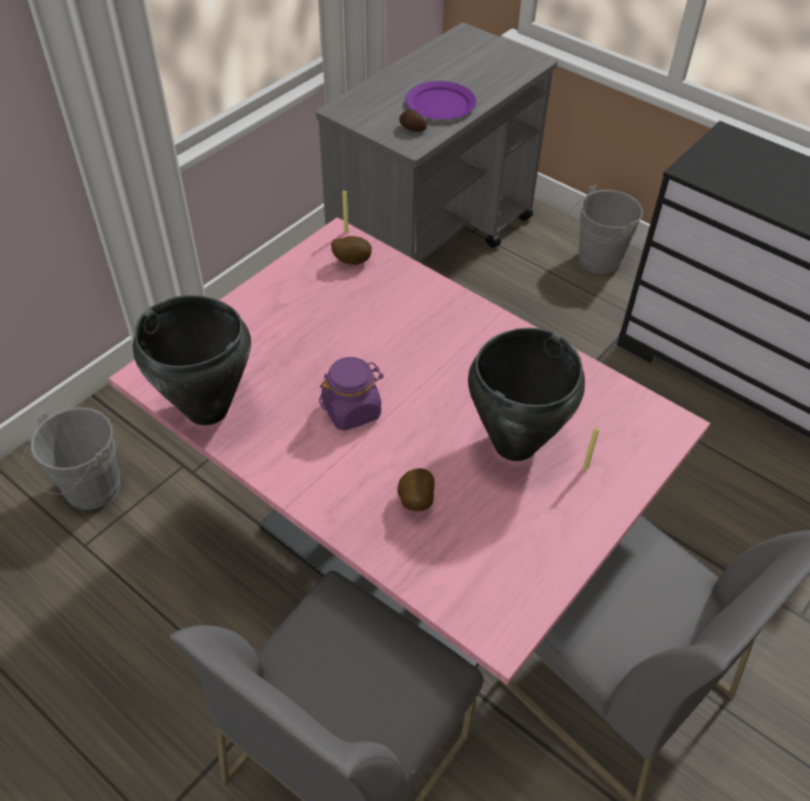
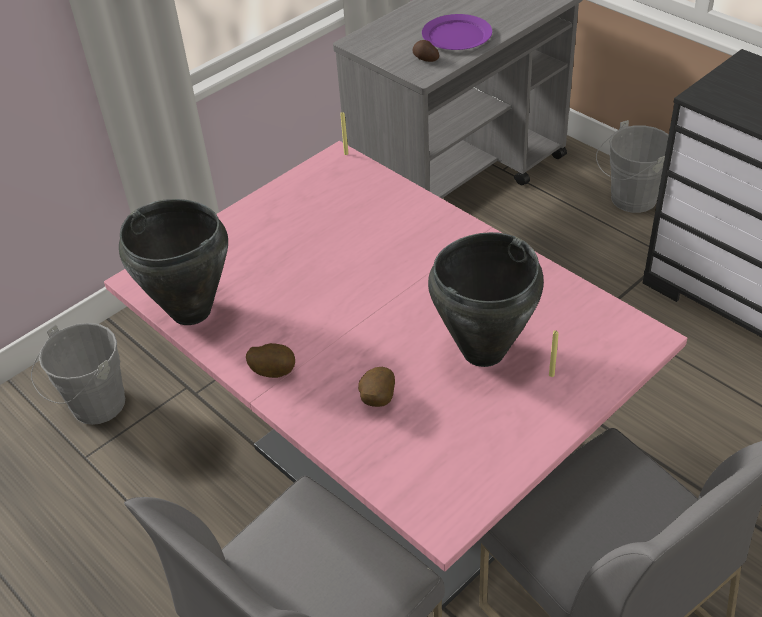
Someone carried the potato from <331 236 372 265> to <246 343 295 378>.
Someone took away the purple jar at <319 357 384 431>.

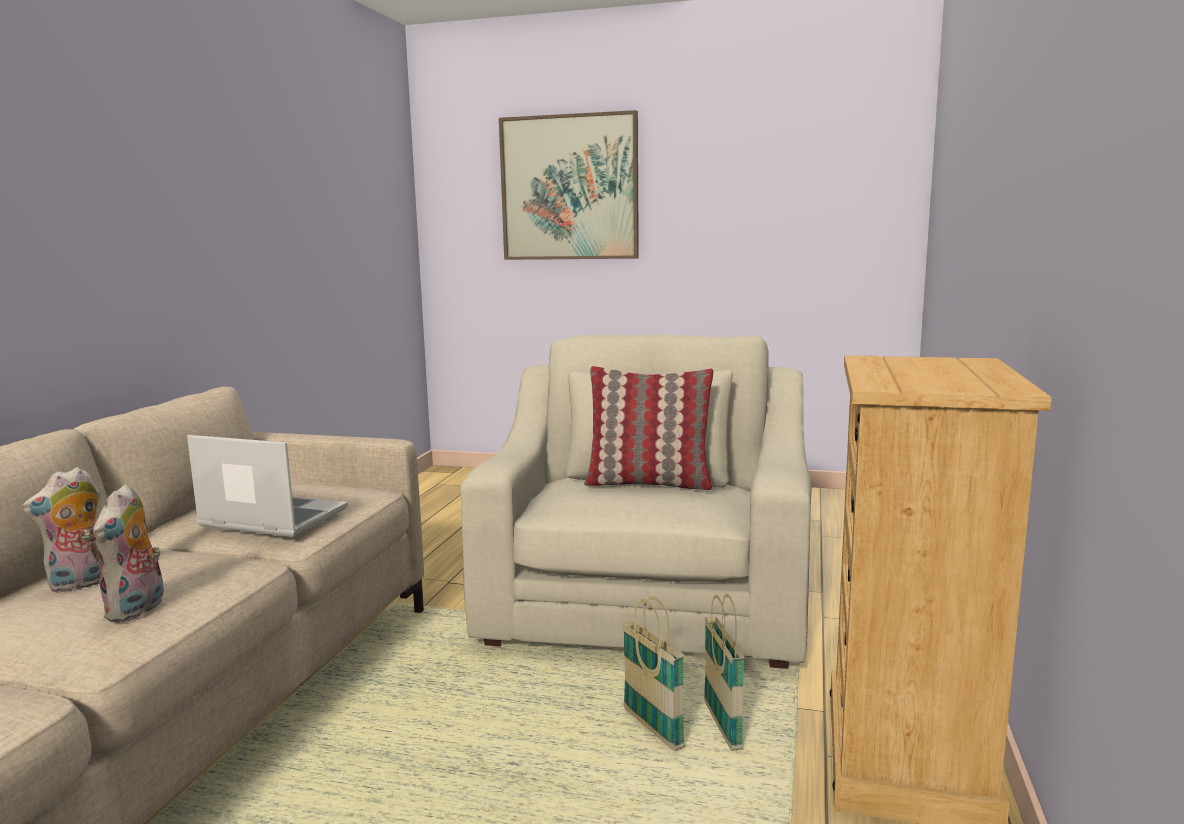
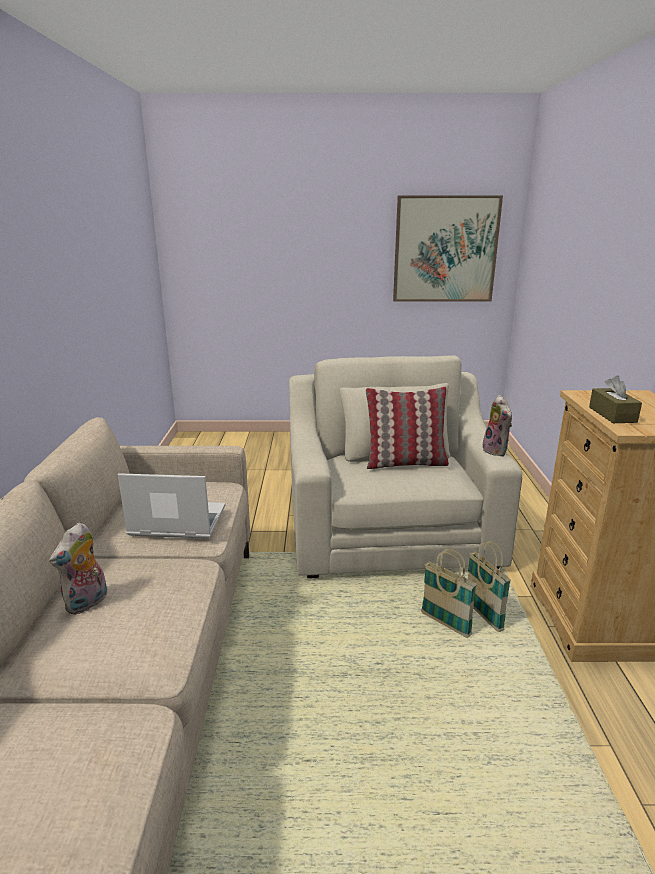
Someone carried the picture from <499 110 639 260> to <393 195 503 302>.
Someone carried the plush toy from <92 484 165 622> to <483 395 512 456>.
Someone put down the brown tissue box at <589 376 642 423>.

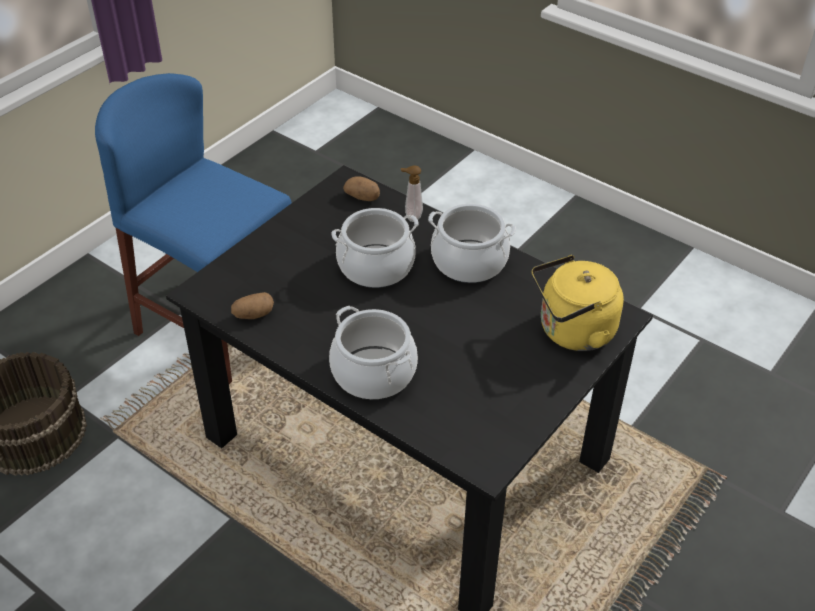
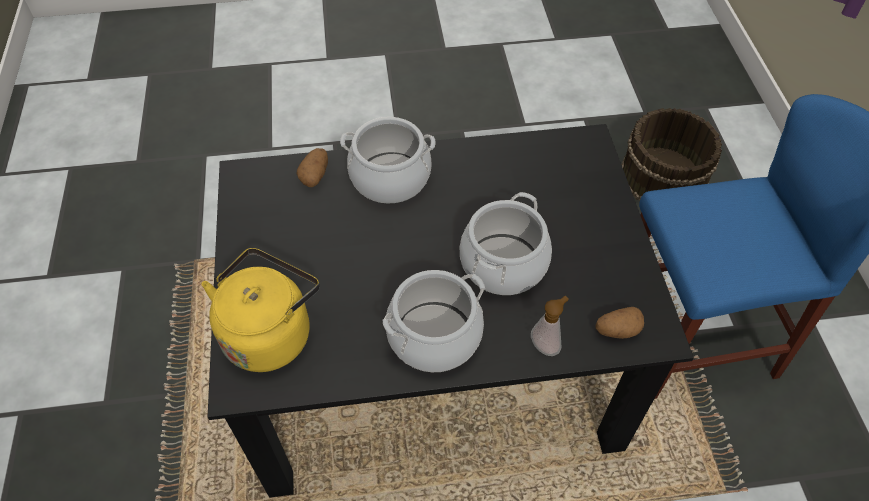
Someone carried the potato from <231 292 274 319> to <296 148 328 187>.

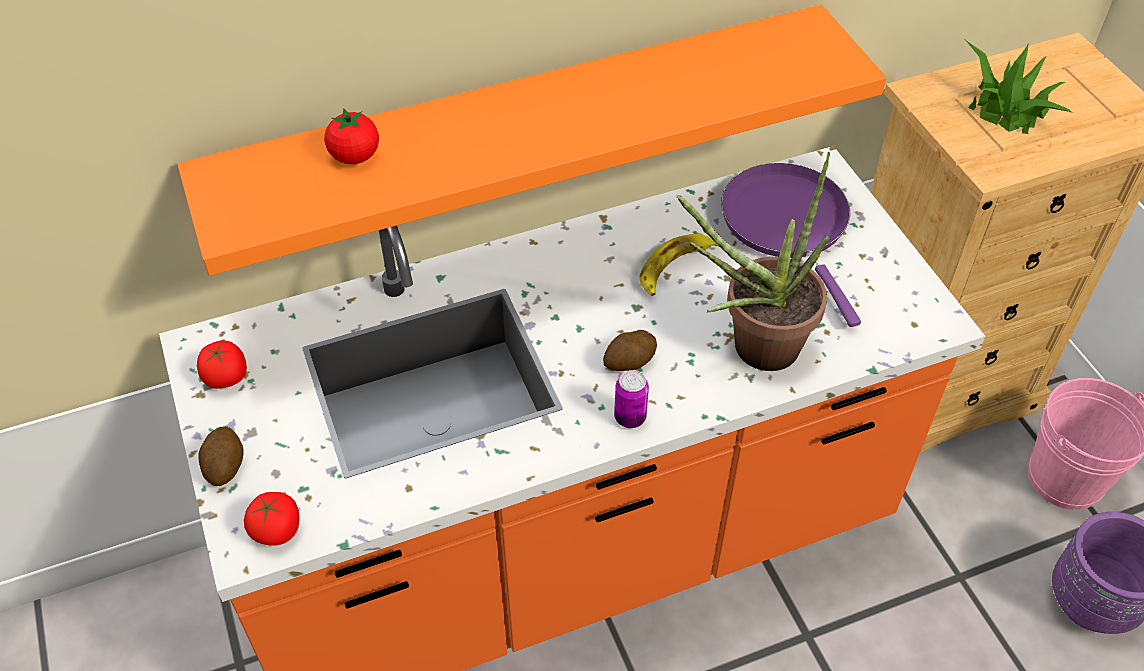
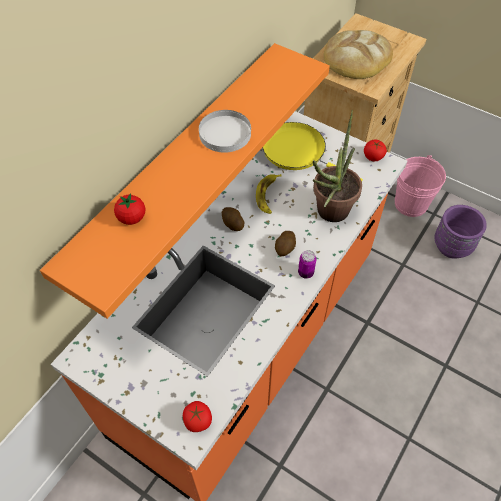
Someone put down the white plate at <199 110 251 153>.
Someone carried the potato from <198 426 244 486> to <222 207 244 231>.
Someone repainted the purple frying pan at <721 163 861 327>, which became the yellow frying pan at <262 122 363 181>.
Someone swapped the potted plant at <965 40 1073 134> for the bread at <324 30 393 79>.
Someone carried the tomato from <197 341 247 389> to <364 139 387 161>.

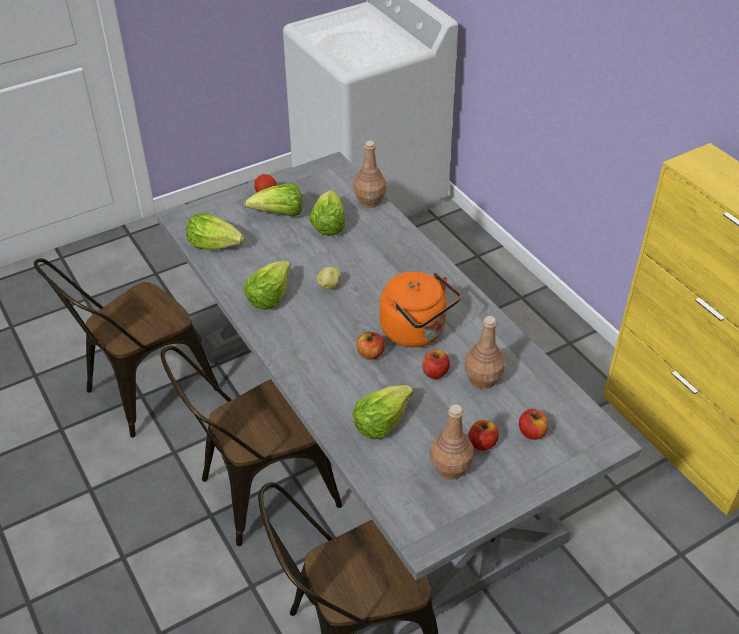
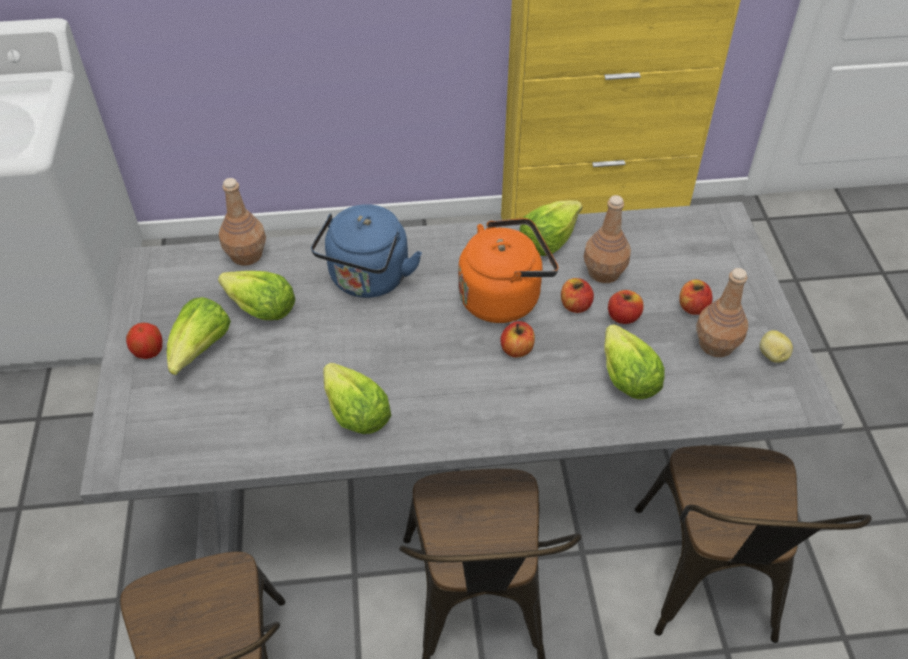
Someone put down the blue kettle at <311 204 422 298>.
Someone carried the lettuce from <186 213 244 250> to <519 200 582 256>.
Someone carried the apple from <519 409 548 440> to <608 290 643 324>.
Someone carried the potato from <317 267 341 289> to <760 330 793 363>.

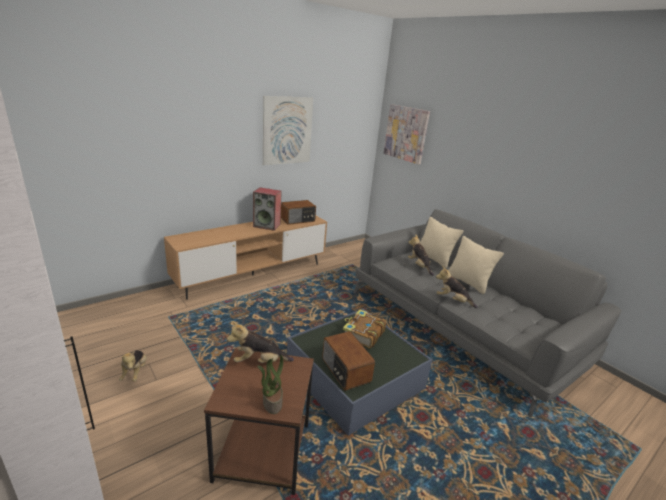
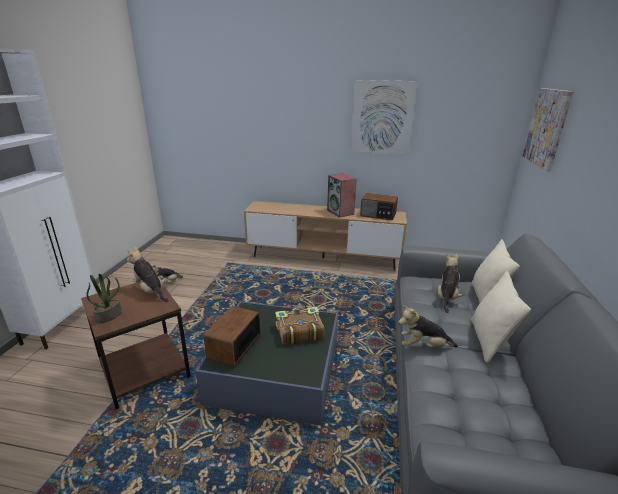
Someone rotated the plush toy at <436 266 478 308> by 75 degrees counterclockwise.

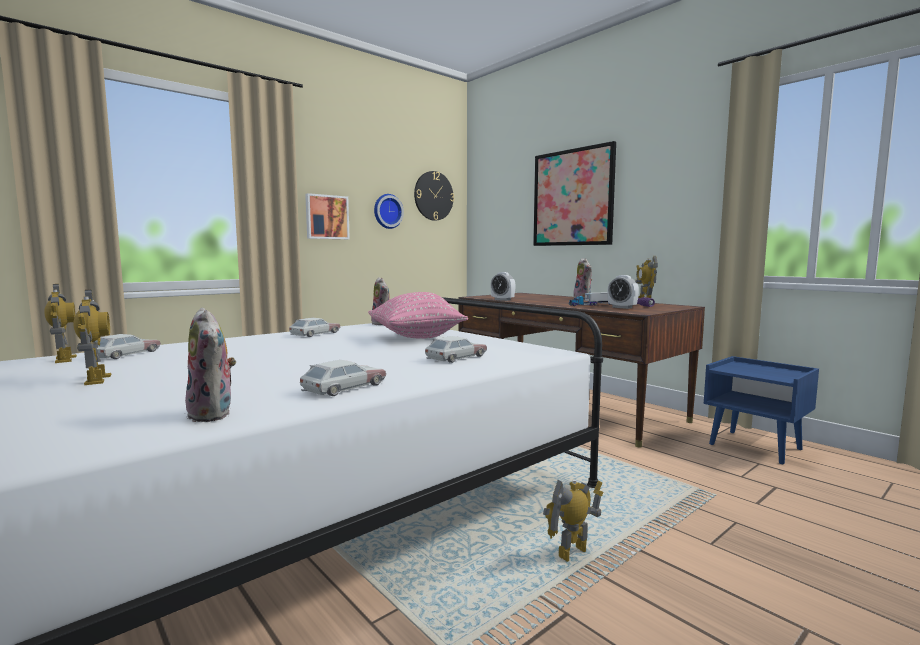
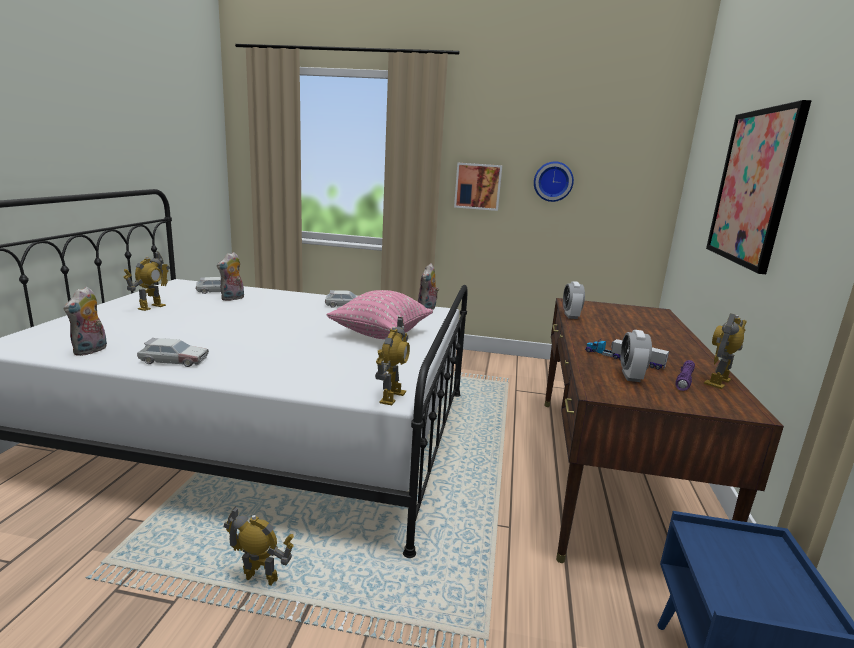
Someone carried the plush toy from <573 258 592 300> to <217 252 244 301>.
Someone carried the toy robot from <44 284 77 363> to <375 317 410 405>.
Someone took away the wall clock at <414 171 454 221>.
Someone took away the toy car at <425 336 487 363>.

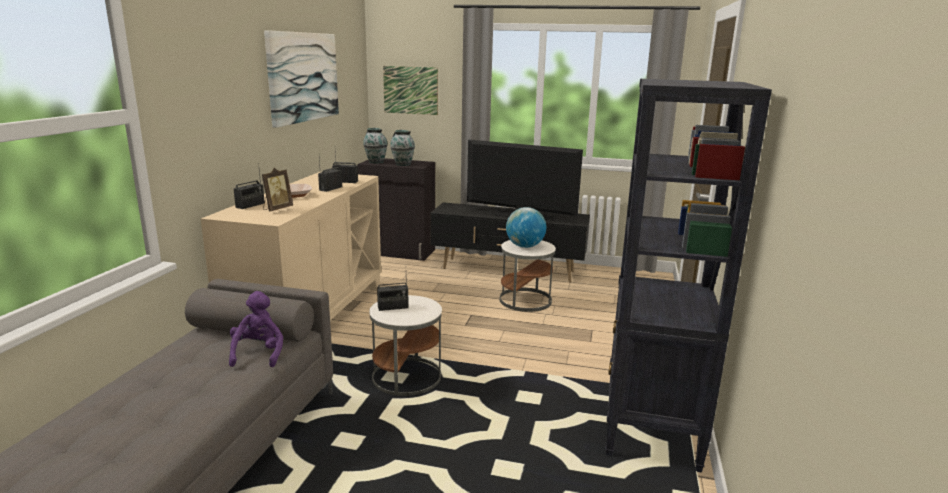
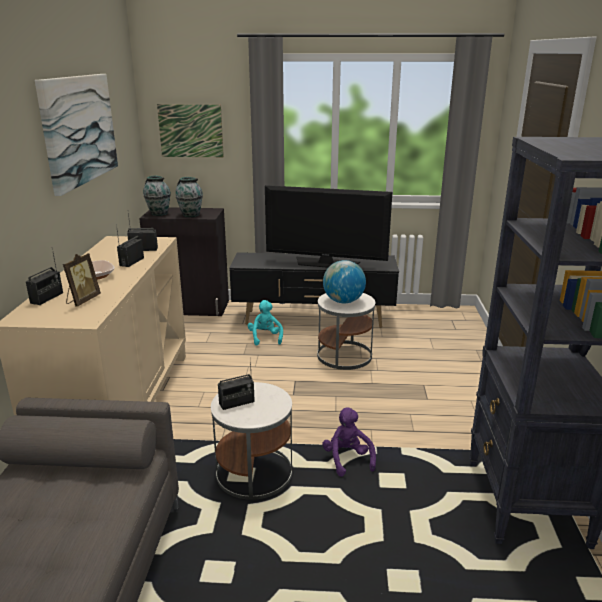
Someone put down the turquoise plush toy at <248 300 283 346>.
Someone carried the purple plush toy from <229 291 283 367> to <322 407 376 477>.

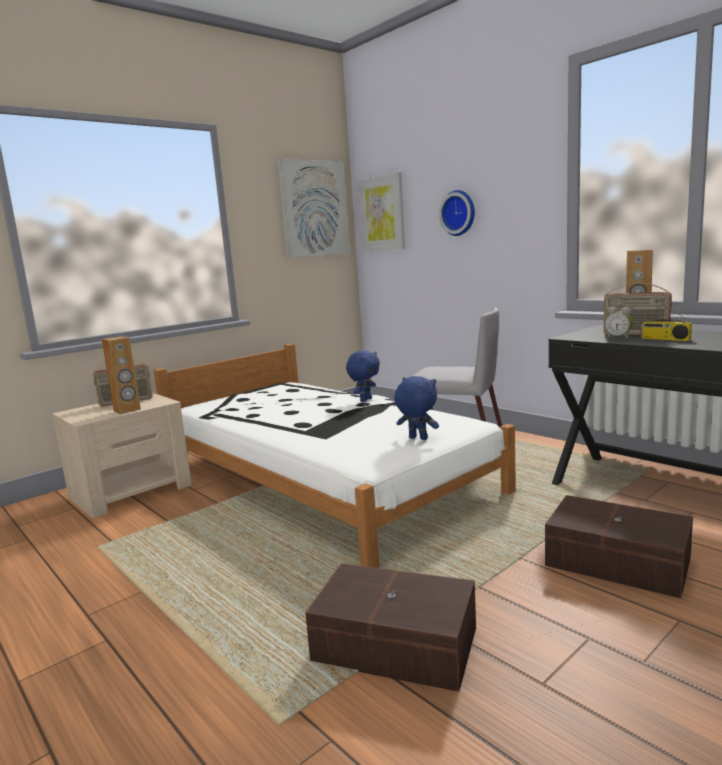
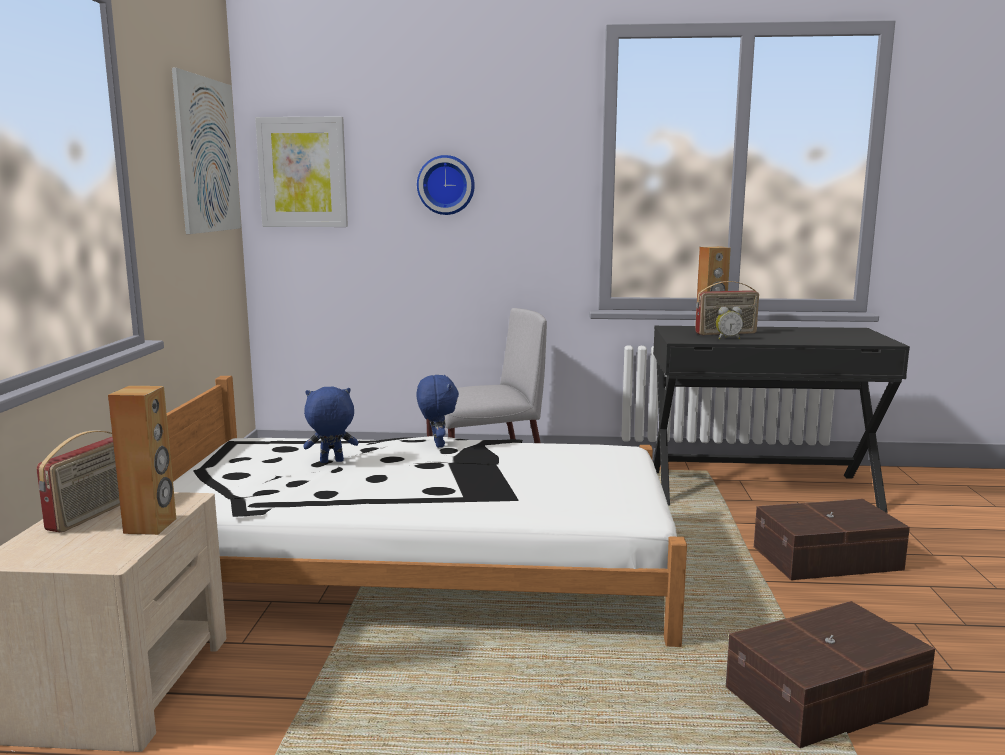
Someone carried the blue plush toy from <394 376 439 440> to <303 386 358 463>.
Someone took away the radio at <640 295 692 341>.

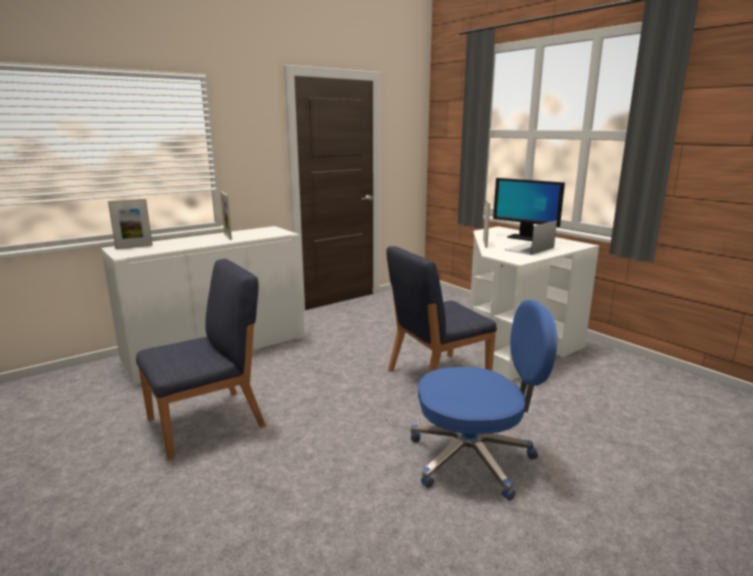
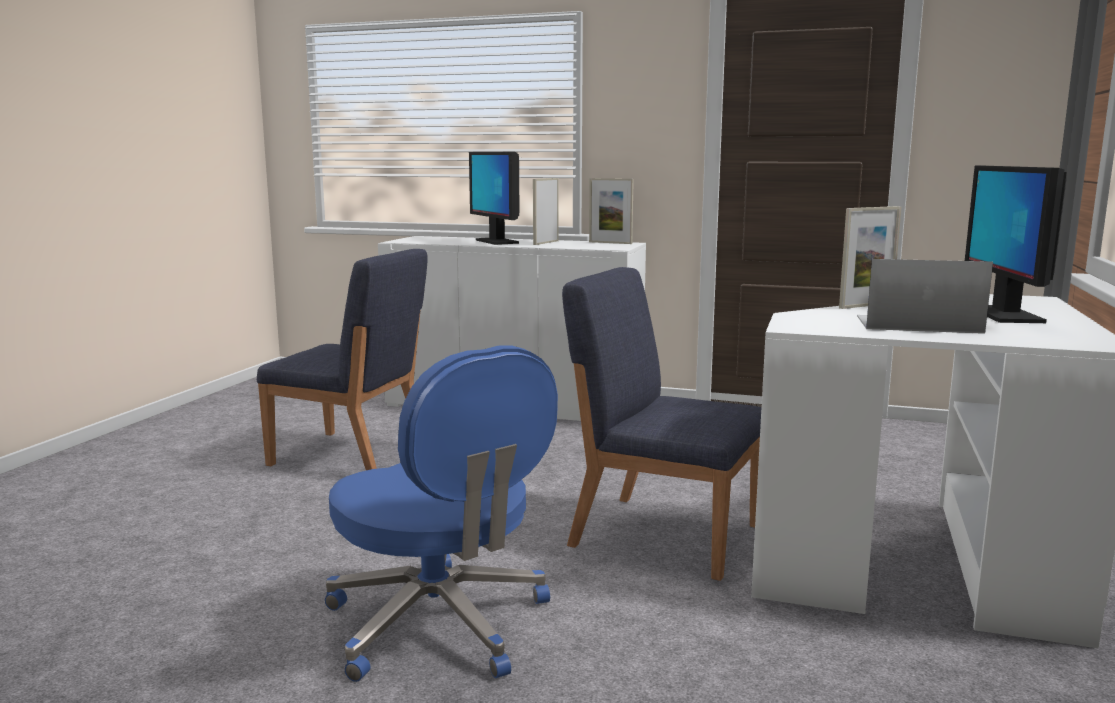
Someone put down the monitor at <469 152 519 245>.
Someone carried the picture frame from <108 199 153 249> to <589 178 634 244>.

